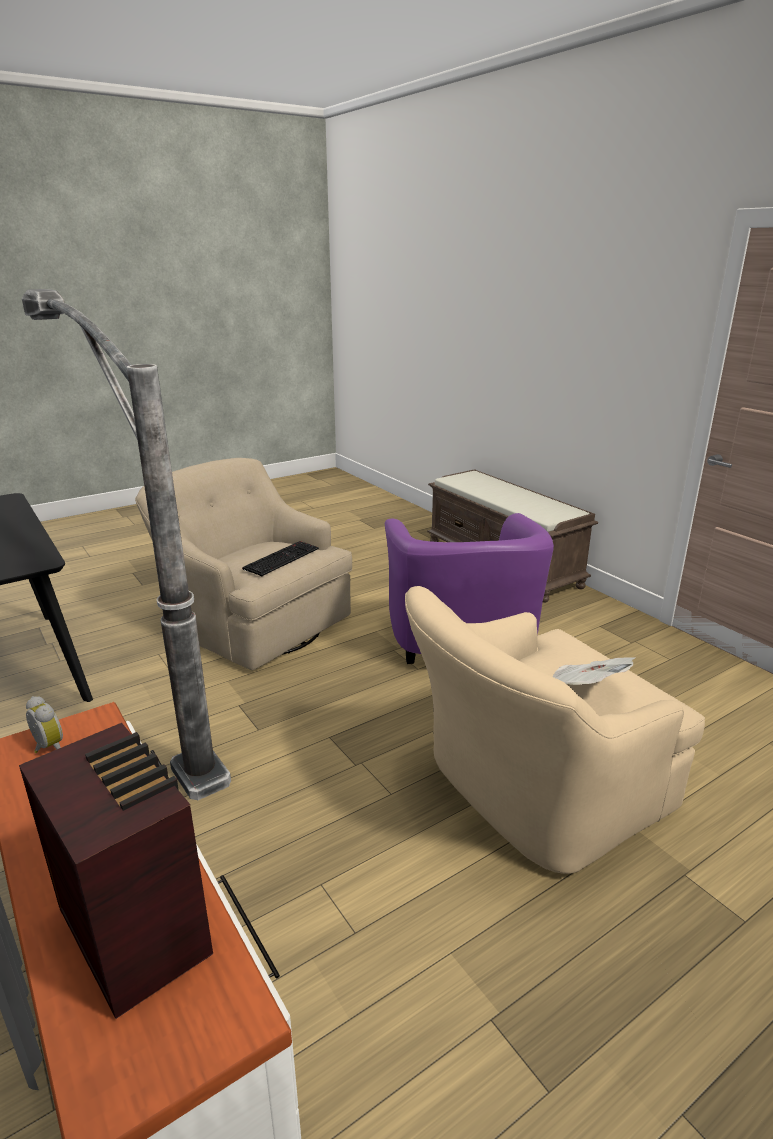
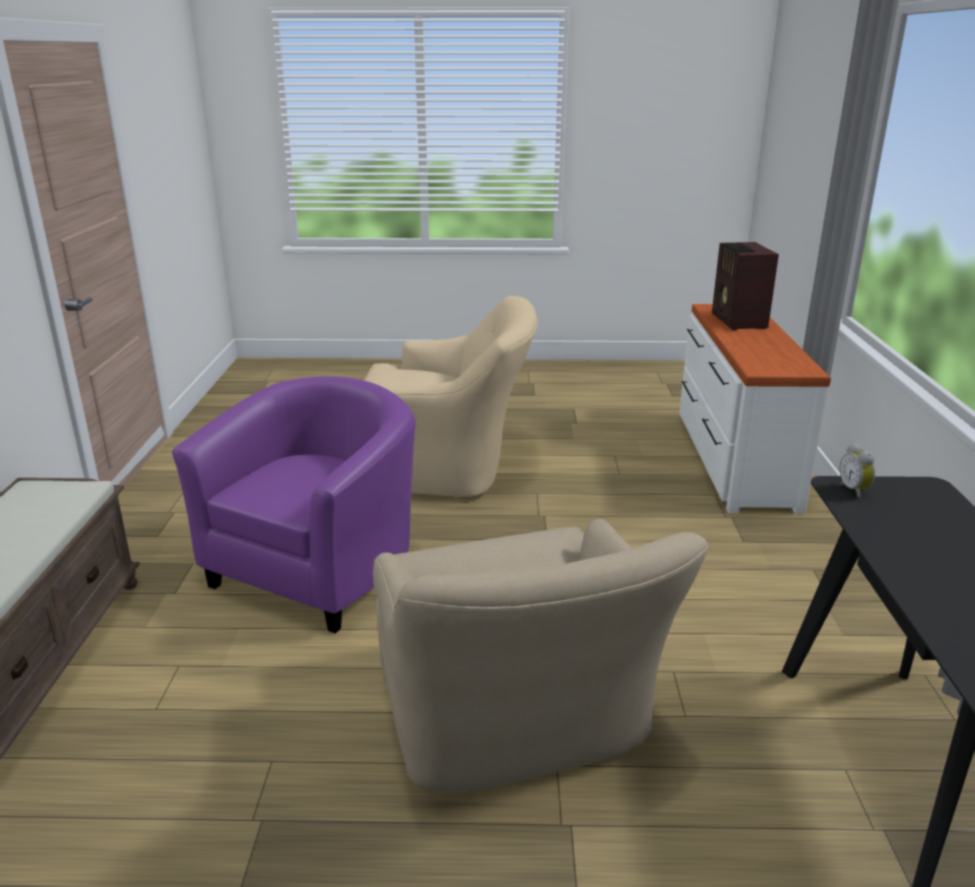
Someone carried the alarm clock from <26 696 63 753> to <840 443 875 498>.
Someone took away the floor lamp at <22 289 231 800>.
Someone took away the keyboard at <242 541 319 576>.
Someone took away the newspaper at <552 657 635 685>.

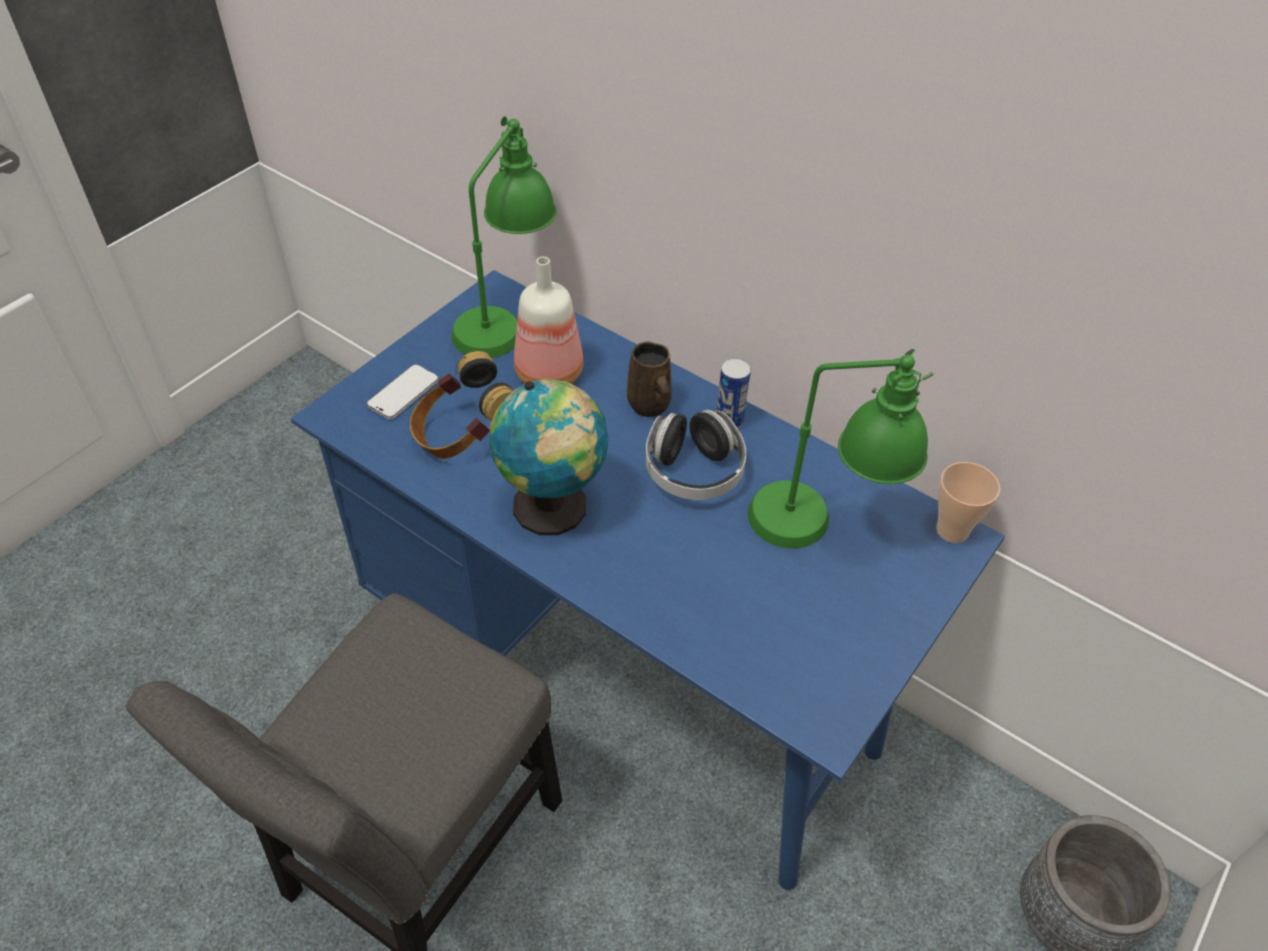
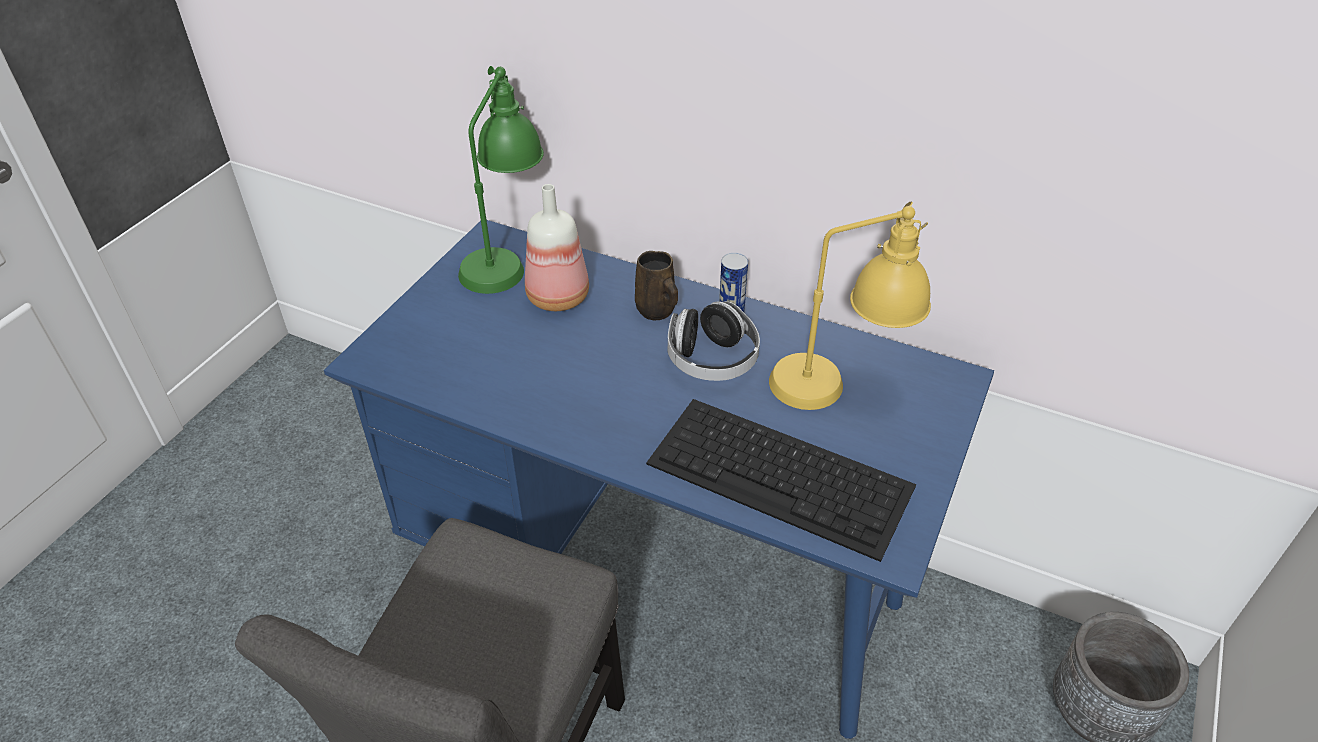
Someone put down the keyboard at <646 399 916 562>.
Someone repainted the green table lamp at <748 349 934 549>, which became the yellow table lamp at <769 201 931 410>.
Someone took away the phone at <367 365 439 419>.
Someone took away the headphones at <410 351 513 459>.
Someone took away the globe at <490 379 609 535>.
Someone took away the cup at <936 462 1000 543>.

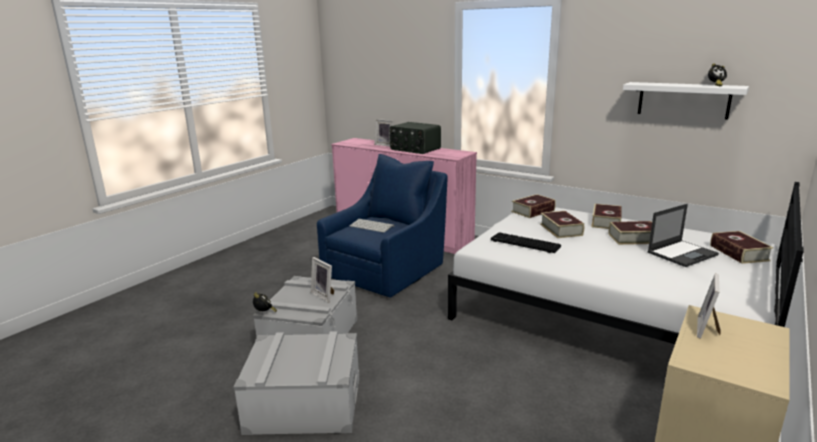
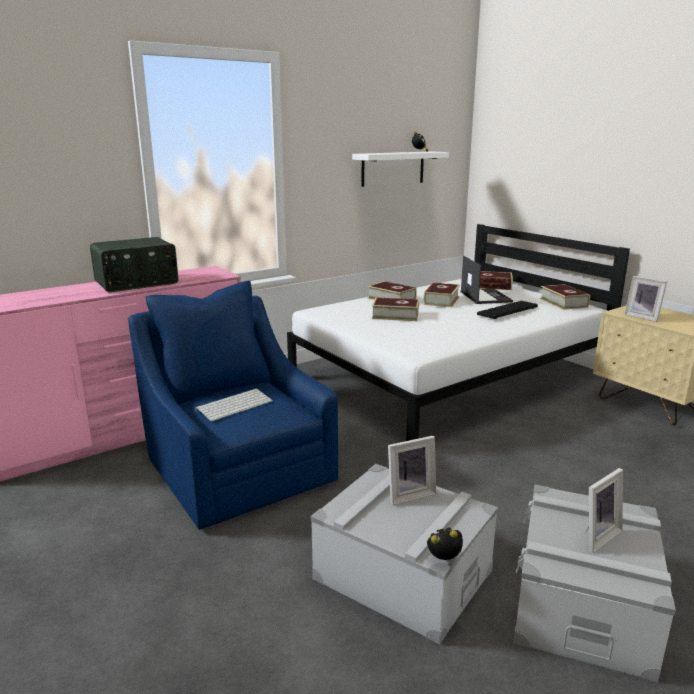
Someone carried the keyboard from <491 232 561 253> to <477 301 538 319>.
Someone carried the book from <511 194 556 218> to <540 284 590 310>.
Someone carried the picture frame from <374 119 394 146> to <586 468 623 553>.

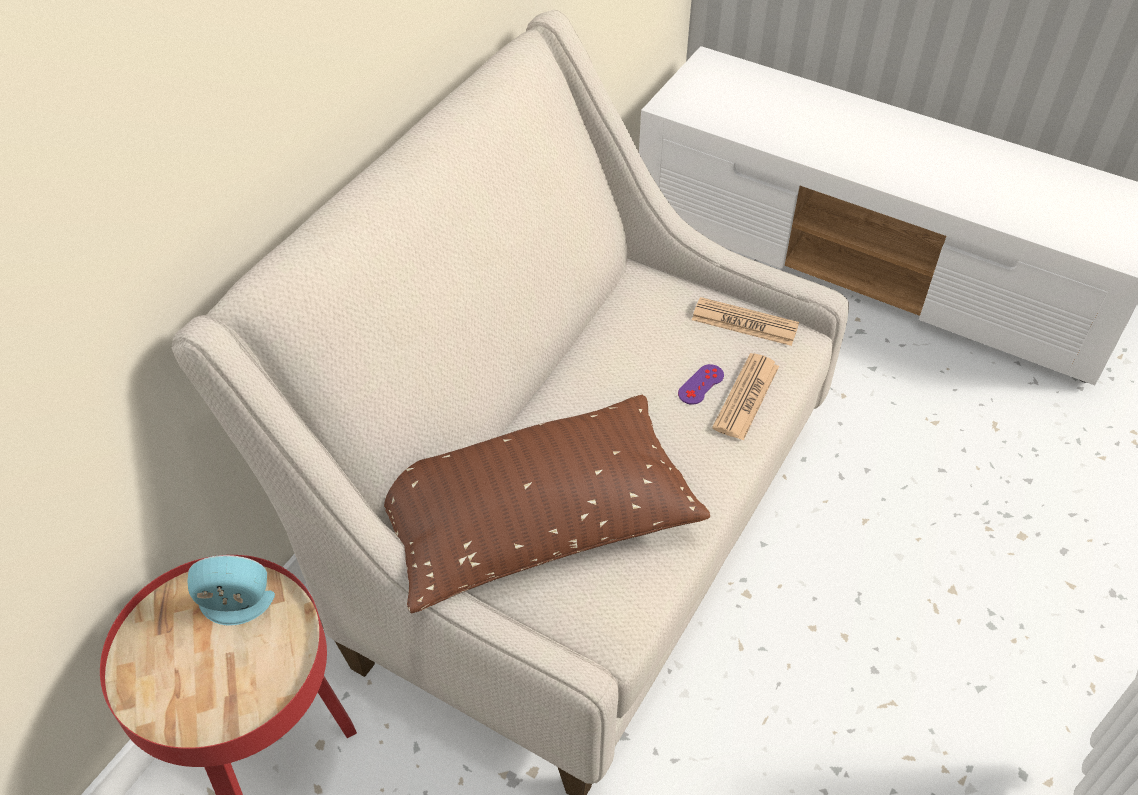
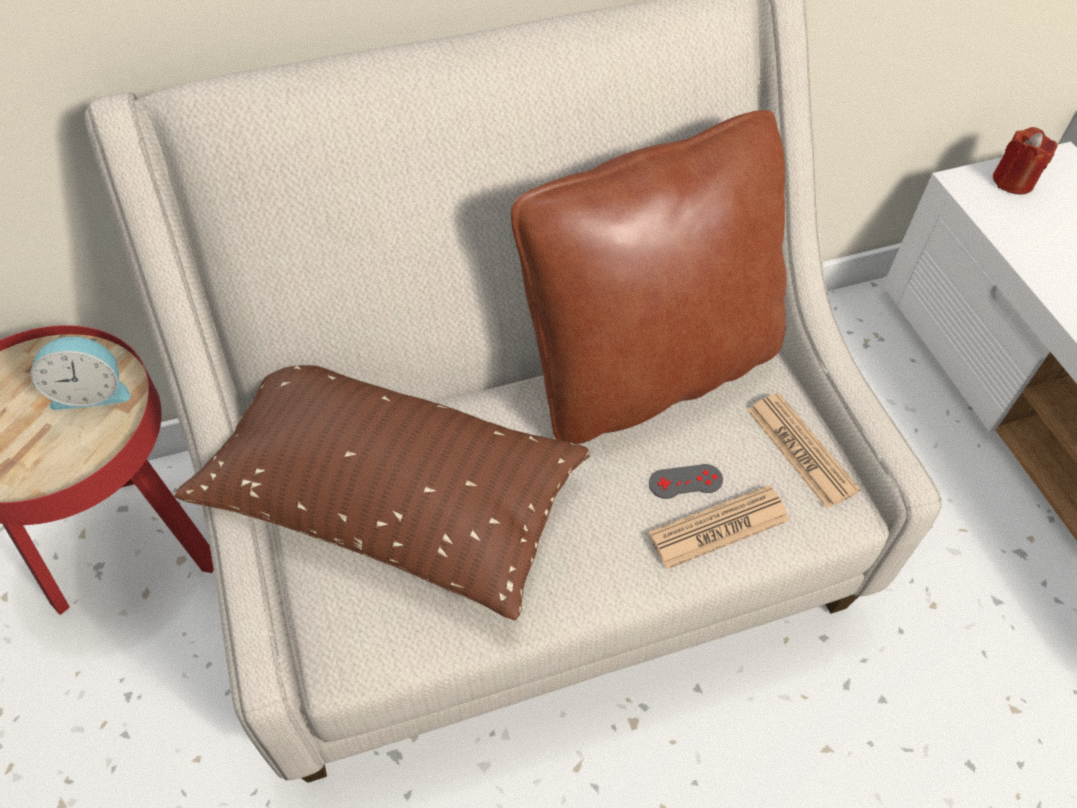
Someone rotated the alarm clock at <188 555 275 626> by 135 degrees clockwise.
Someone put down the brown pillow at <511 110 787 444>.
Someone repainted the purple game controller at <678 364 724 405>, which became the grey game controller at <649 464 723 499>.
Someone put down the red candle at <993 127 1058 194>.

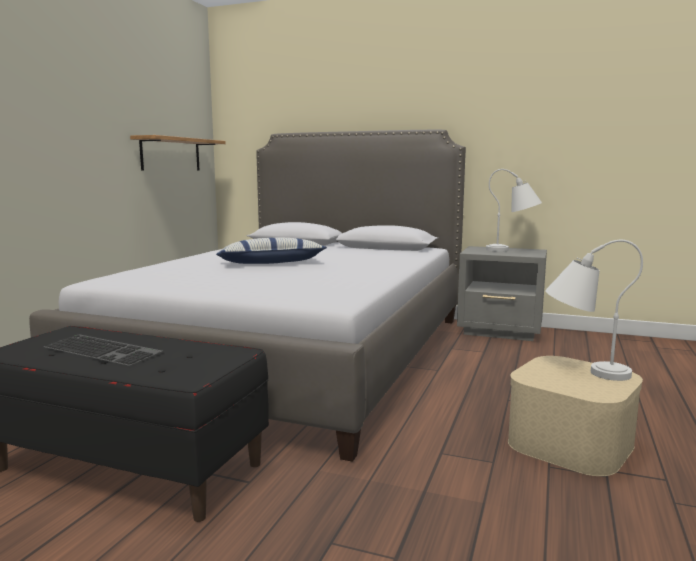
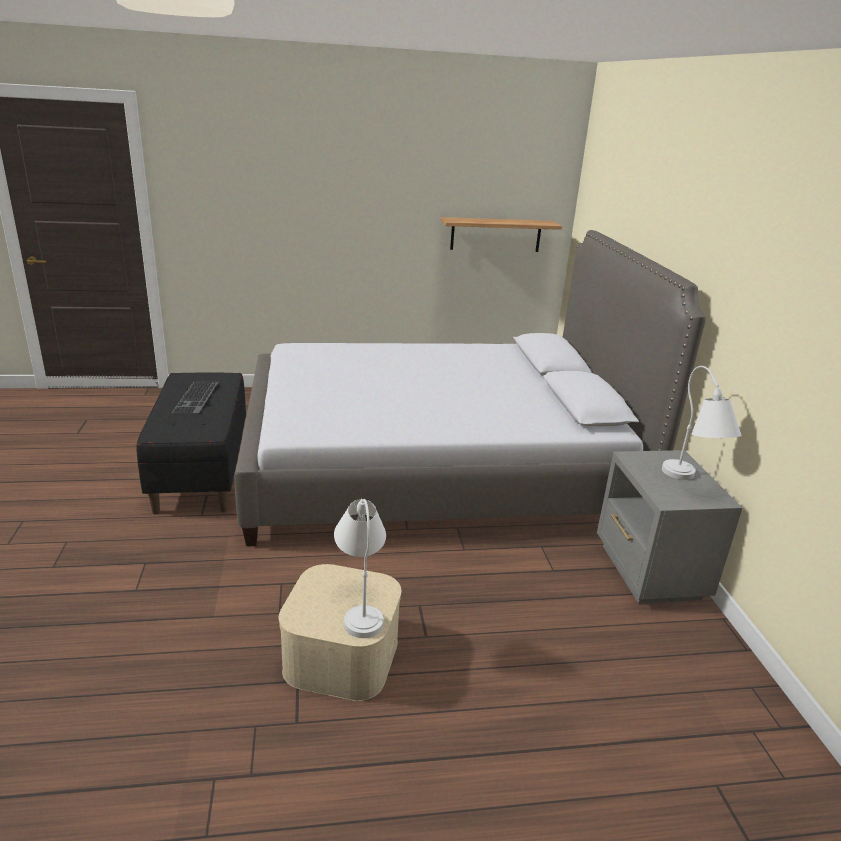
Someone took away the pillow at <216 238 327 264>.

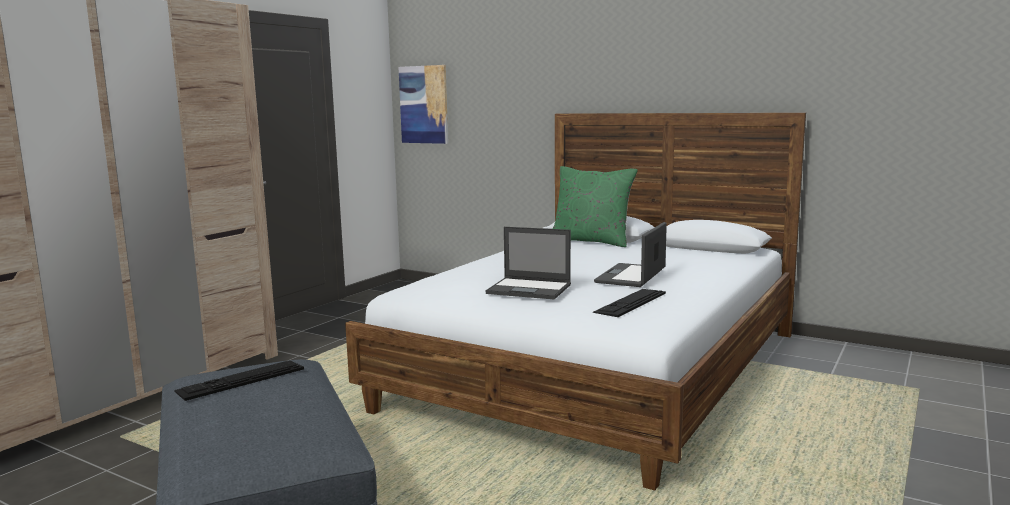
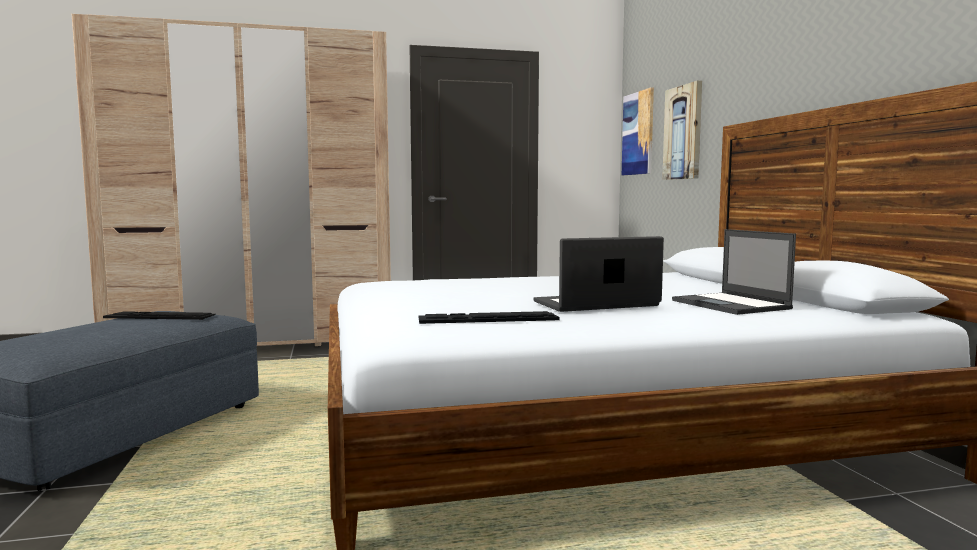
Someone put up the picture at <662 81 702 180>.
Someone carried the laptop from <485 227 571 299> to <672 229 796 315>.
Someone took away the green pillow at <552 166 638 247>.

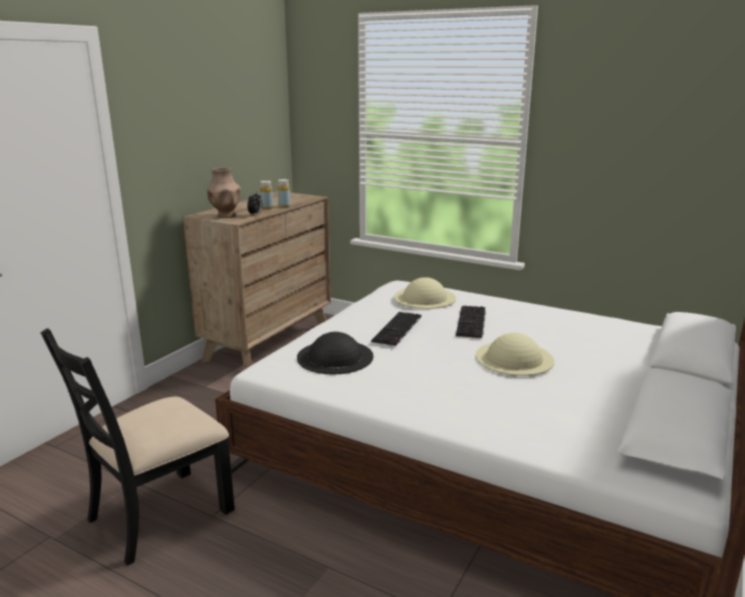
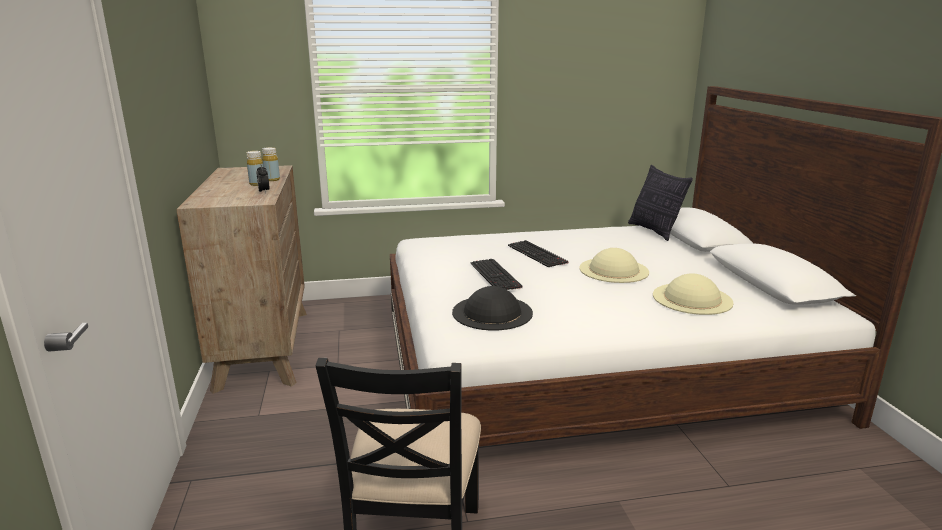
Someone put down the pillow at <628 165 693 241>.
Someone carried the beige hat from <394 277 456 309> to <653 273 734 315>.
Someone took away the brown vase at <207 168 241 218>.

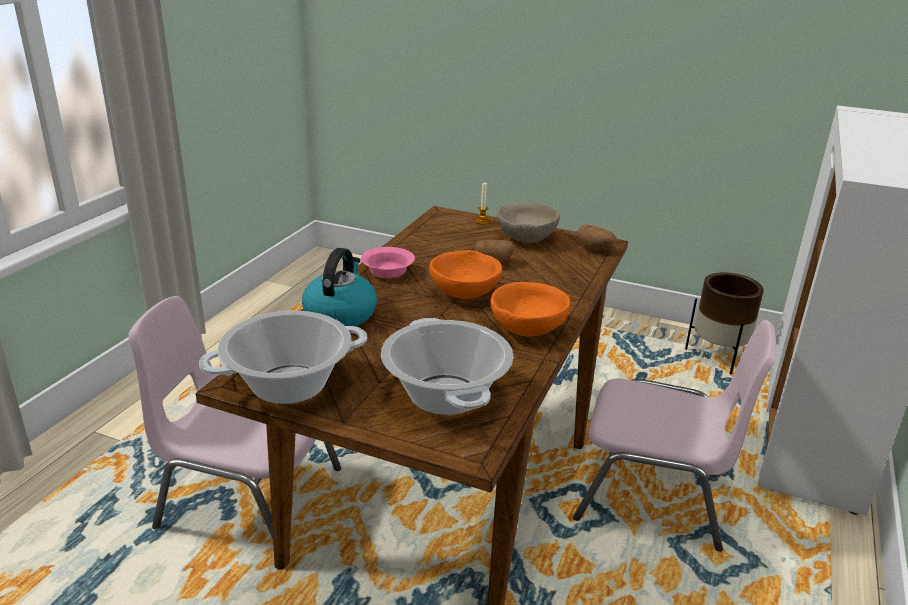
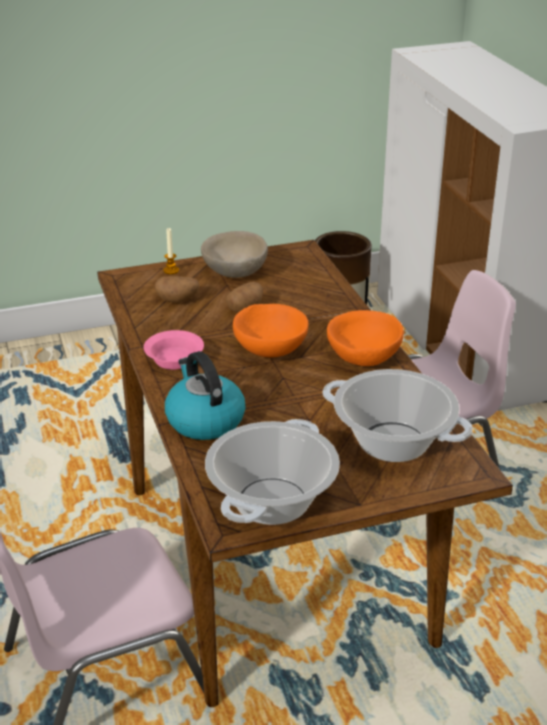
Someone carried the potato from <578 225 617 251> to <155 276 200 303>.

